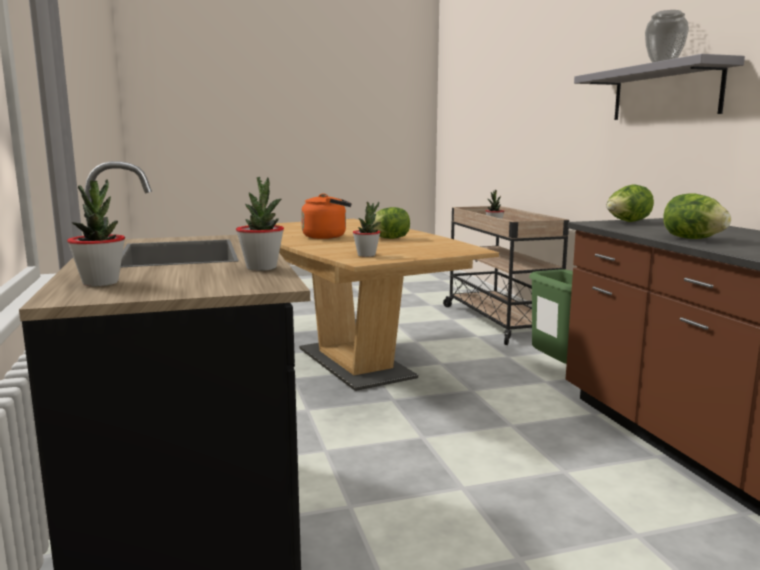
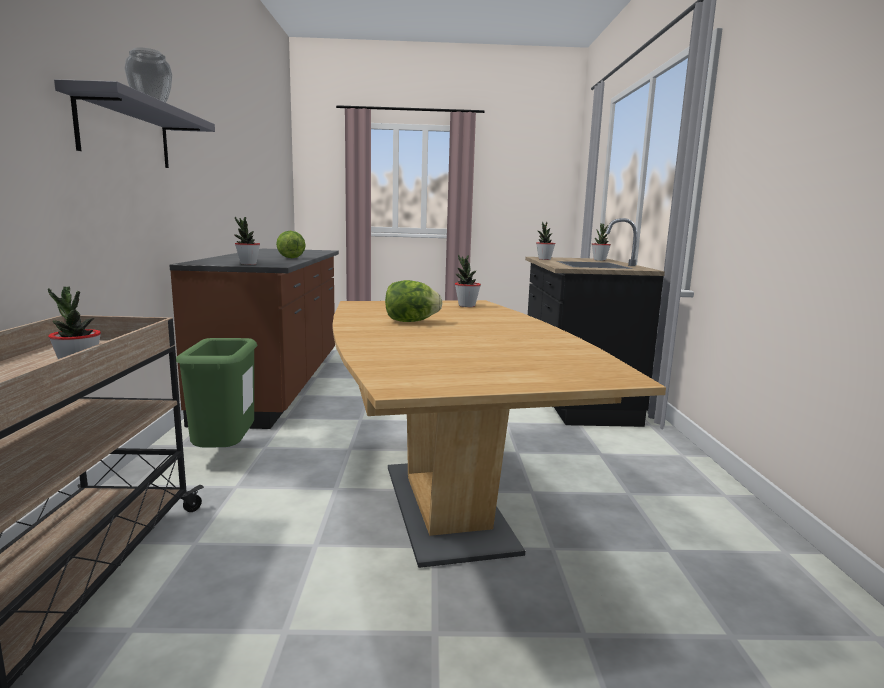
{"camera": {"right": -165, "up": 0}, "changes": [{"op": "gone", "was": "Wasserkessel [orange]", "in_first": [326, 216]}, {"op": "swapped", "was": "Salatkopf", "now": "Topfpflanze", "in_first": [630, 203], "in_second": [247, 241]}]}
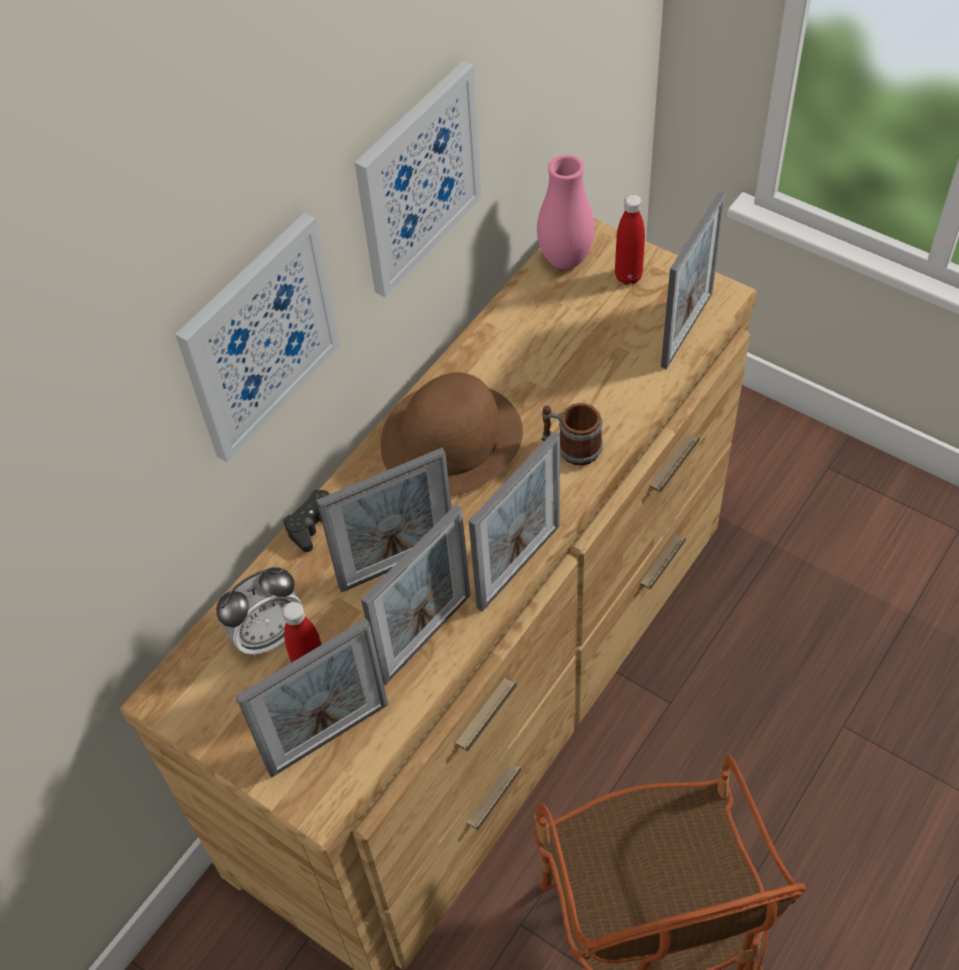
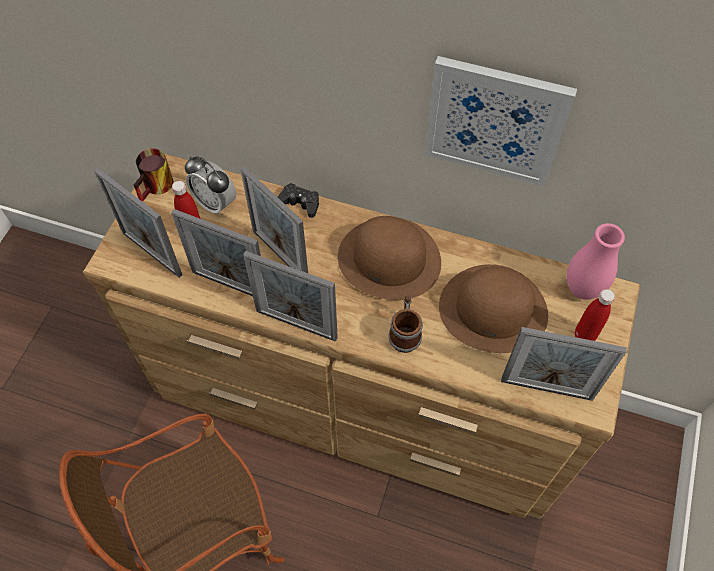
{"camera": {"right": 70, "up": 5}, "changes": [{"op": "gone", "was": "Bild", "in_first": [258, 338]}, {"op": "new", "now": "Henkelbecher", "in_second": [153, 175]}, {"op": "new", "now": "Hut [braun]", "in_second": [493, 308]}]}
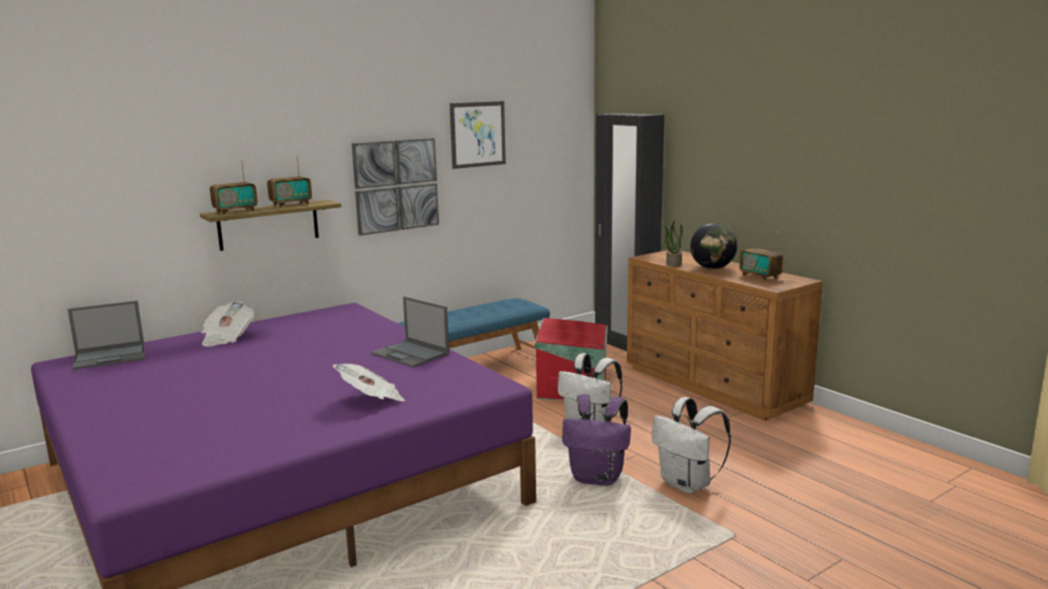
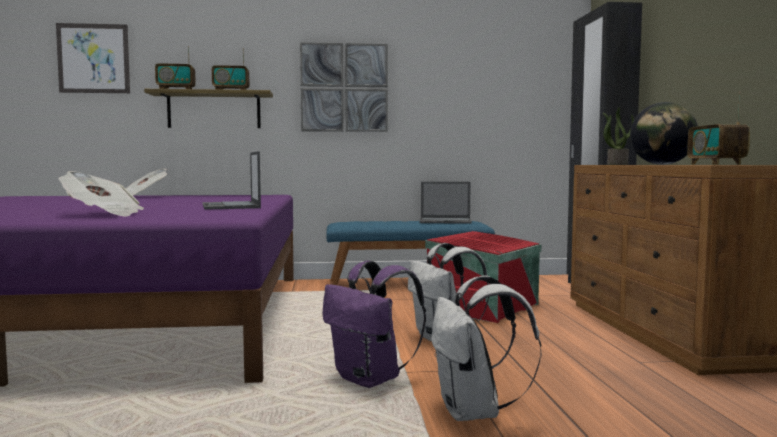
{"camera": {"right": 30, "up": -10}, "changes": [{"op": "shifted", "was": "Laptop", "in_first": [106, 335], "in_second": [446, 203]}, {"op": "shifted", "was": "Bild", "in_first": [478, 135], "in_second": [93, 58]}]}
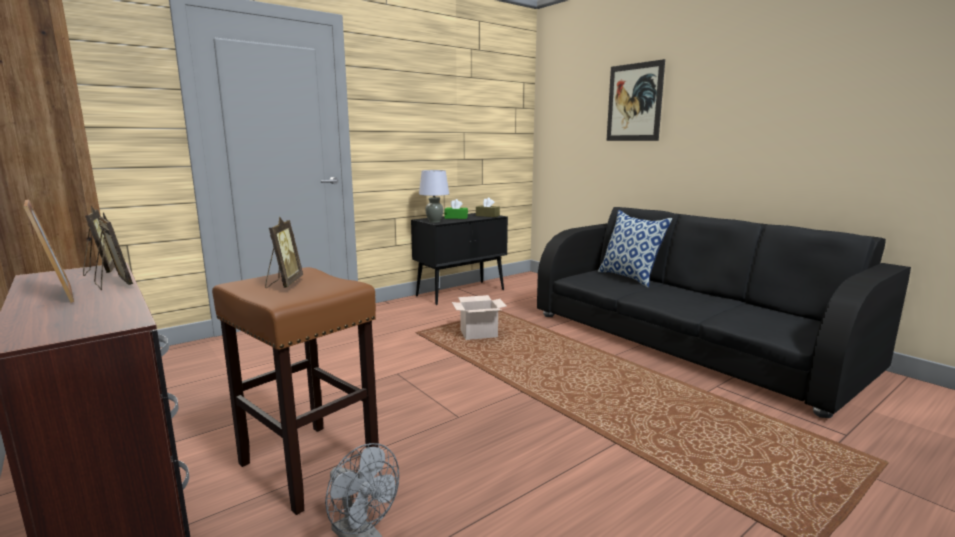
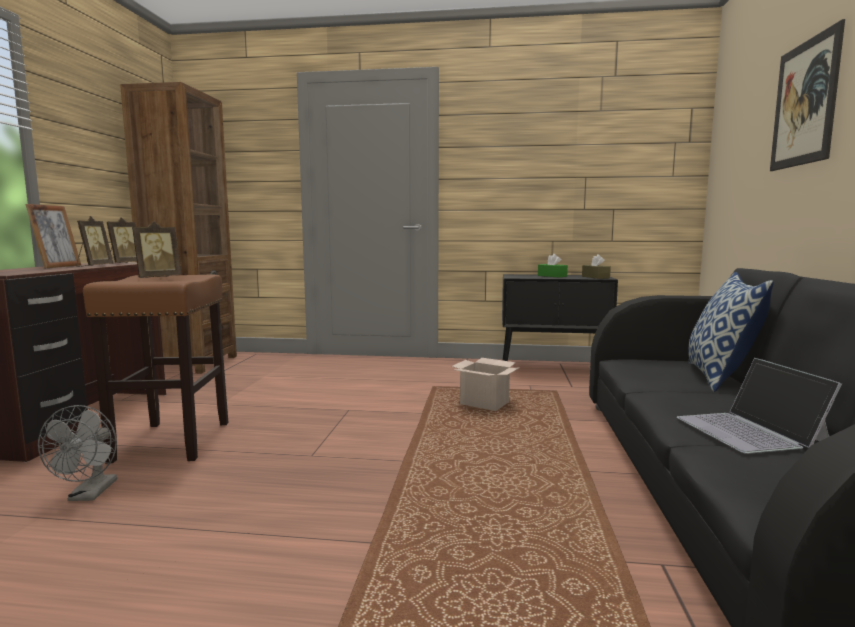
{"camera": {"right": 45, "up": -5}, "changes": [{"op": "gone", "was": "Tischlampe [grau]", "in_first": [434, 196]}, {"op": "new", "now": "Laptop", "in_second": [759, 406]}]}
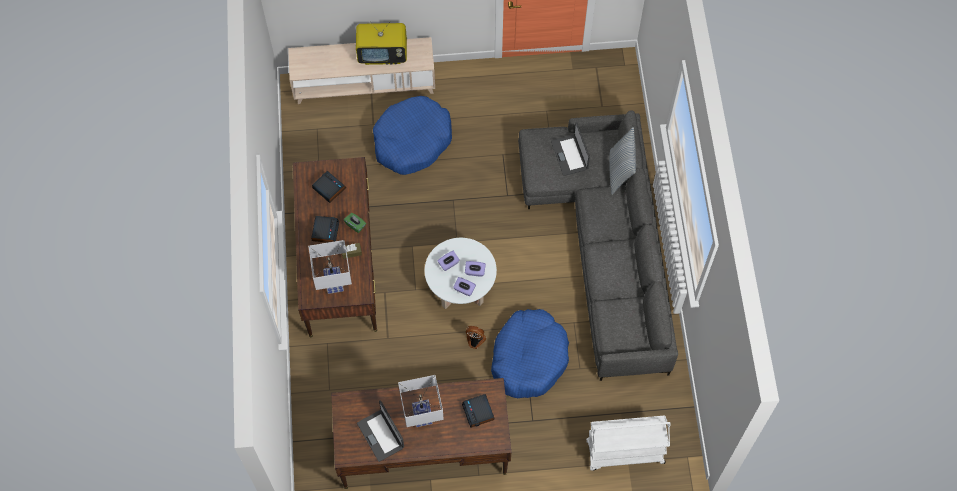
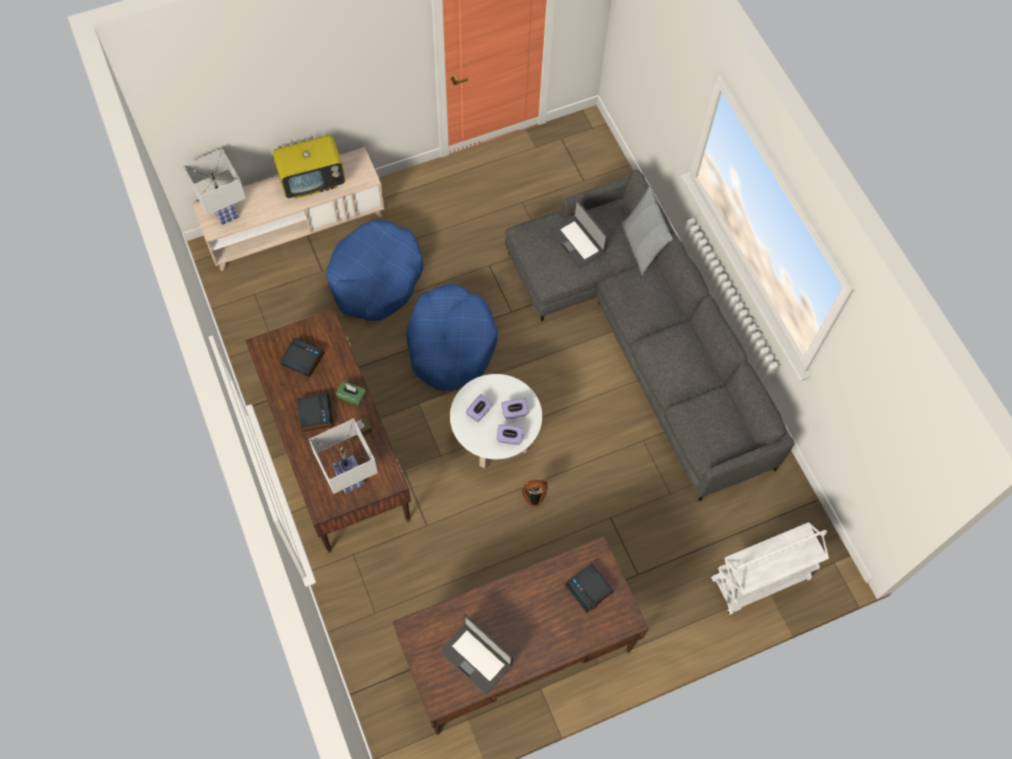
{"camera": {"right": -20, "up": 0}, "changes": [{"op": "shifted", "was": "Tischlampe [weiß]", "in_first": [421, 401], "in_second": [214, 187]}, {"op": "shifted", "was": "Hundebett [blau]", "in_first": [530, 353], "in_second": [452, 337]}]}
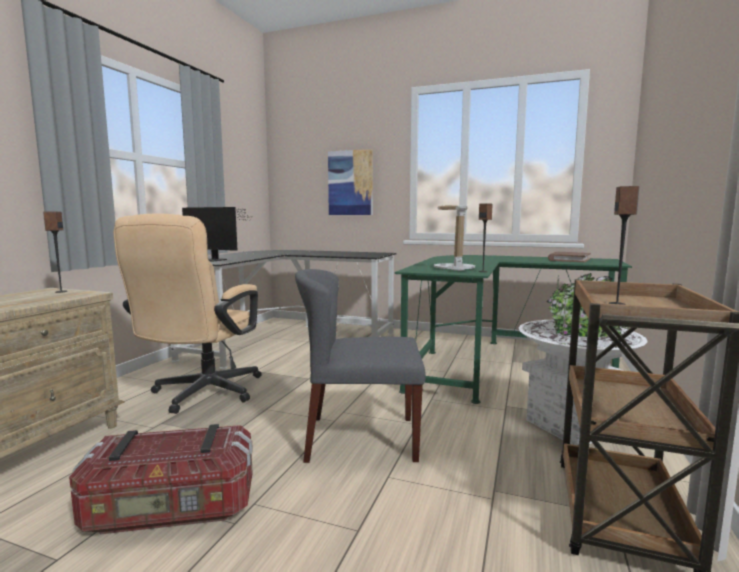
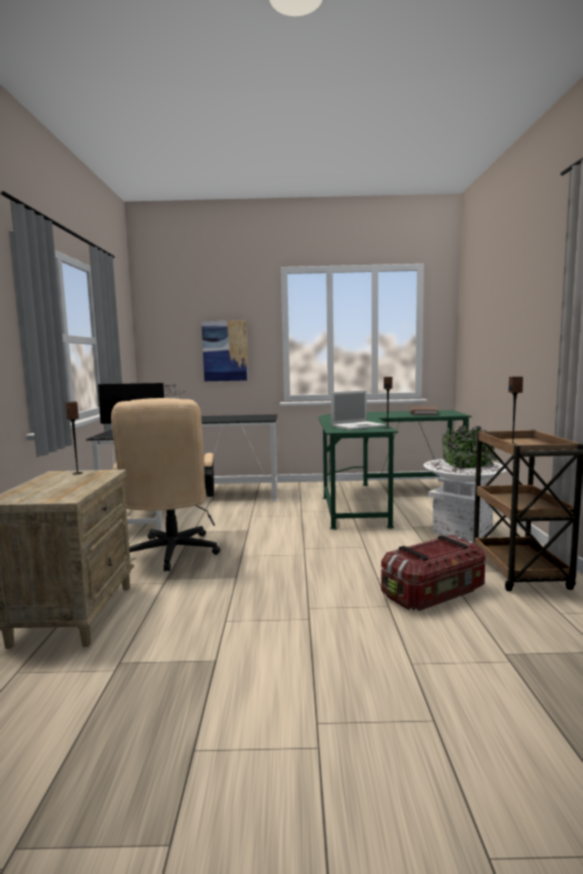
{"camera": {"right": -20, "up": 0}, "changes": [{"op": "gone", "was": "Stuhl [grau]", "in_first": [360, 366]}, {"op": "shifted", "was": "Aufbewahrungsbox", "in_first": [161, 479], "in_second": [433, 573]}, {"op": "swapped", "was": "Tischlampe", "now": "Laptop", "in_first": [454, 238], "in_second": [358, 410]}]}
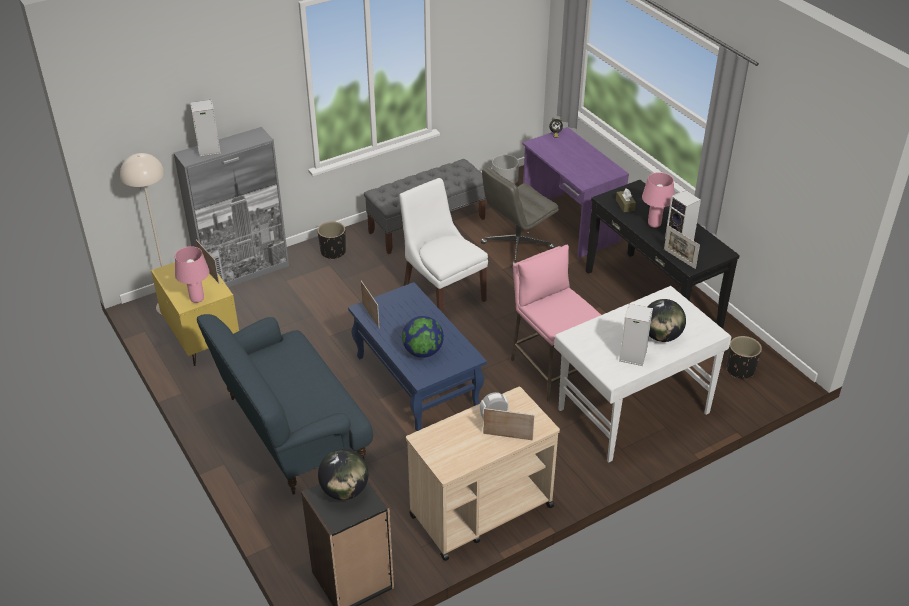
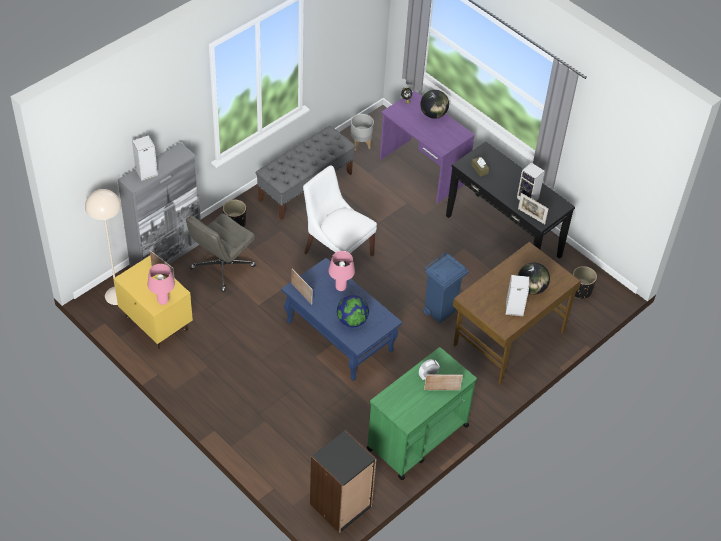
{"camera": {"right": -15, "up": 10}, "changes": [{"op": "gone", "was": "Sofa [blau]", "in_first": [285, 404]}, {"op": "shifted", "was": "Globus", "in_first": [343, 474], "in_second": [434, 104]}, {"op": "shifted", "was": "Bürostuhl [grau]", "in_first": [520, 216], "in_second": [221, 252]}, {"op": "shifted", "was": "Tischlampe [rosa]", "in_first": [658, 200], "in_second": [342, 271]}, {"op": "swapped", "was": "Hocker [rosa]", "now": "Mülleimer [blau]", "in_first": [556, 323], "in_second": [446, 287]}, {"op": "repainted", "was": "Rollwagen [beige]", "now": "Rollwagen [grün]", "in_first": [483, 474], "in_second": [422, 413]}, {"op": "repainted", "was": "Schreibtisch [weiß]", "now": "Schreibtisch [braun]", "in_first": [642, 374], "in_second": [517, 313]}]}
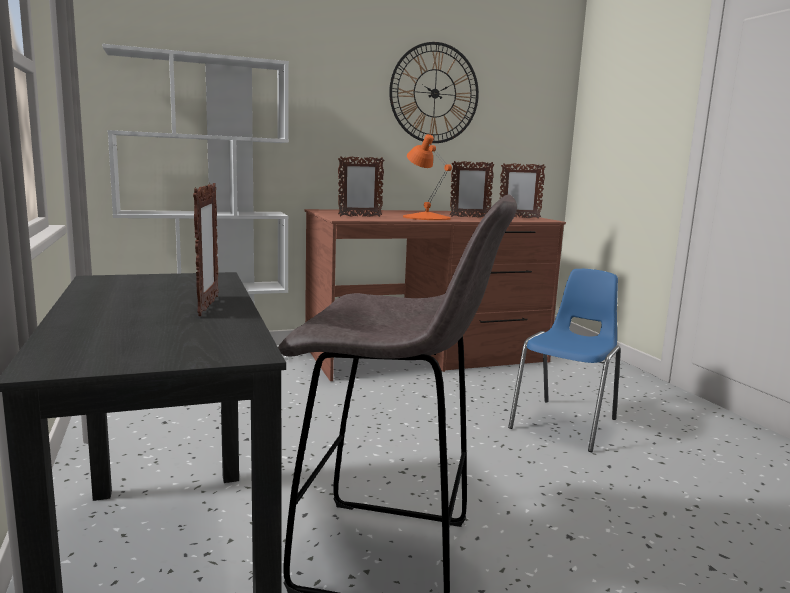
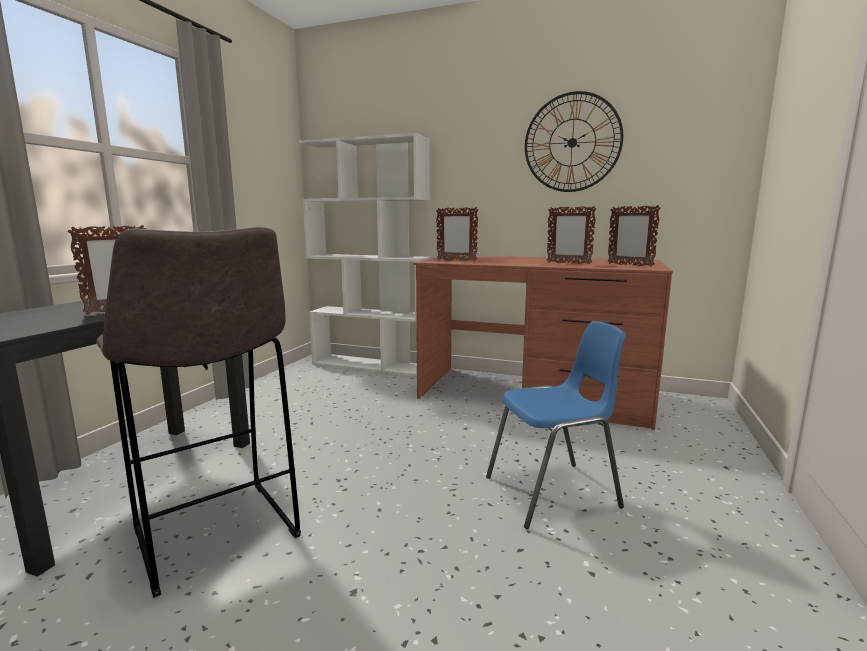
{"camera": {"right": 40, "up": 0}, "changes": [{"op": "gone", "was": "Tischlampe [orange]", "in_first": [427, 177]}]}
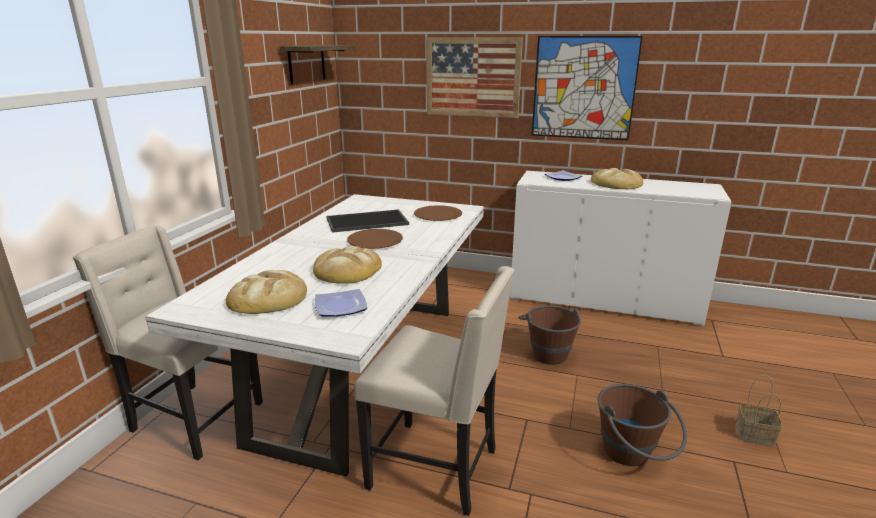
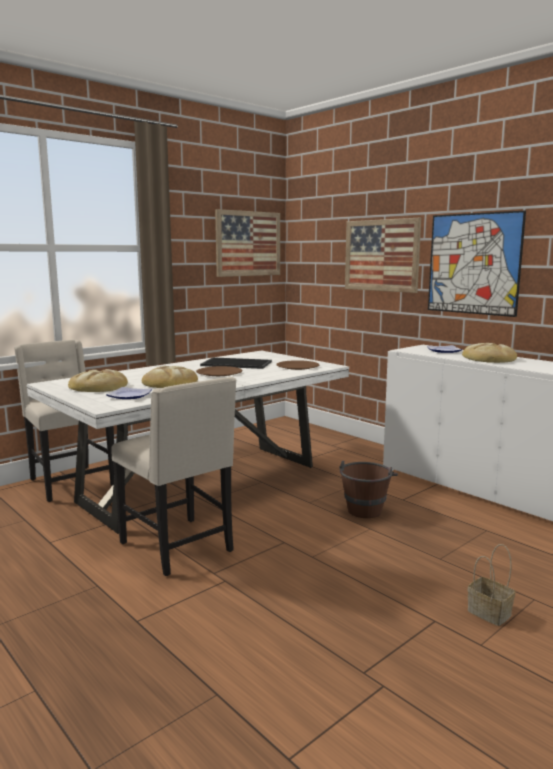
{"camera": {"right": 30, "up": -10}, "changes": [{"op": "gone", "was": "Eimer [braun]", "in_first": [642, 425]}, {"op": "swapped", "was": "Wandregal", "now": "Bild", "in_first": [317, 65], "in_second": [247, 243]}]}
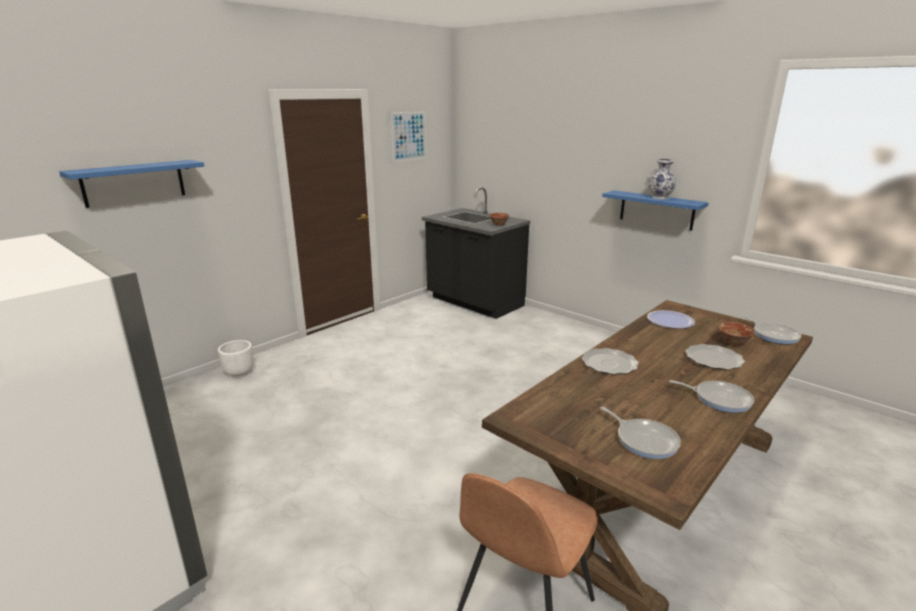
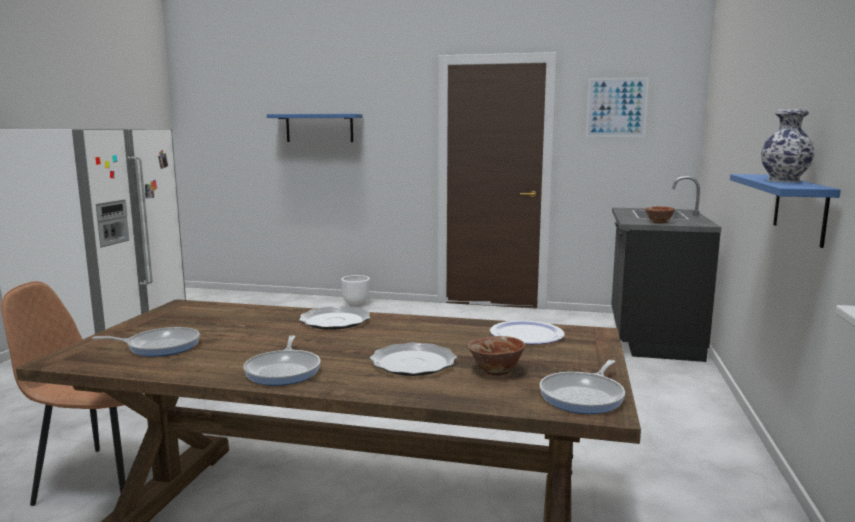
{"camera": {"right": 60, "up": -10}, "changes": [{"op": "rotated", "was": "Pfanne", "in_first": [641, 433], "in_second": [146, 341], "clockwise": -120}]}
